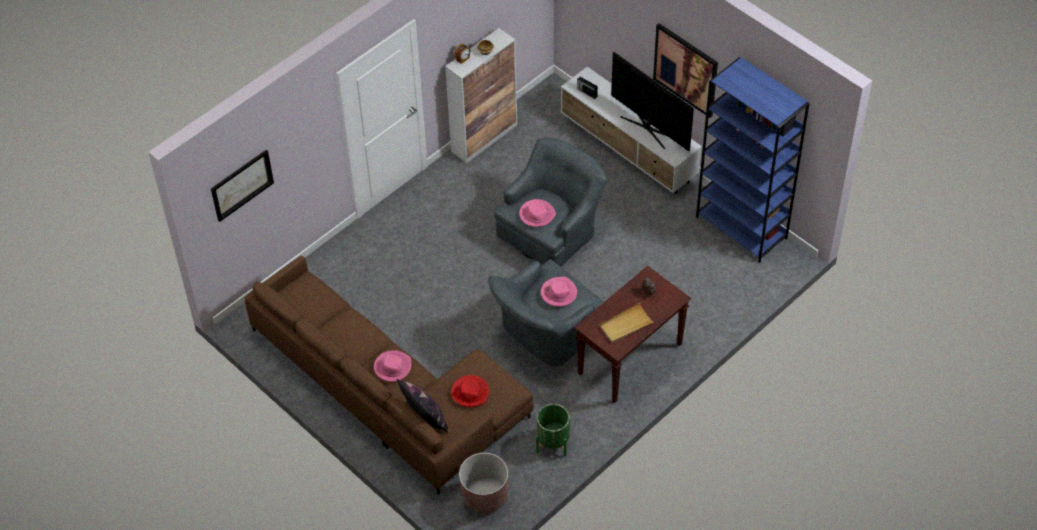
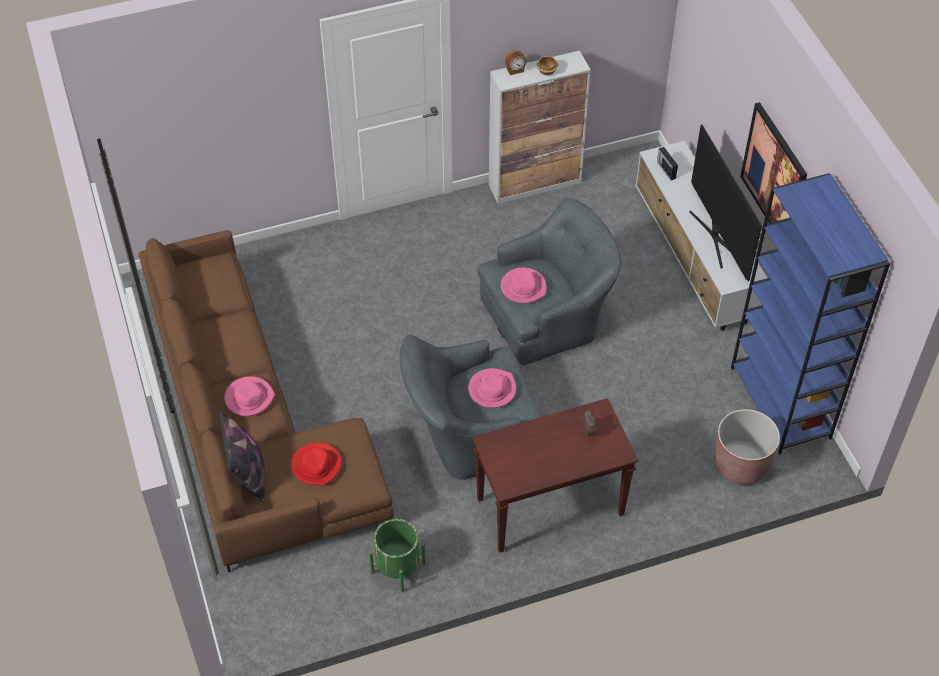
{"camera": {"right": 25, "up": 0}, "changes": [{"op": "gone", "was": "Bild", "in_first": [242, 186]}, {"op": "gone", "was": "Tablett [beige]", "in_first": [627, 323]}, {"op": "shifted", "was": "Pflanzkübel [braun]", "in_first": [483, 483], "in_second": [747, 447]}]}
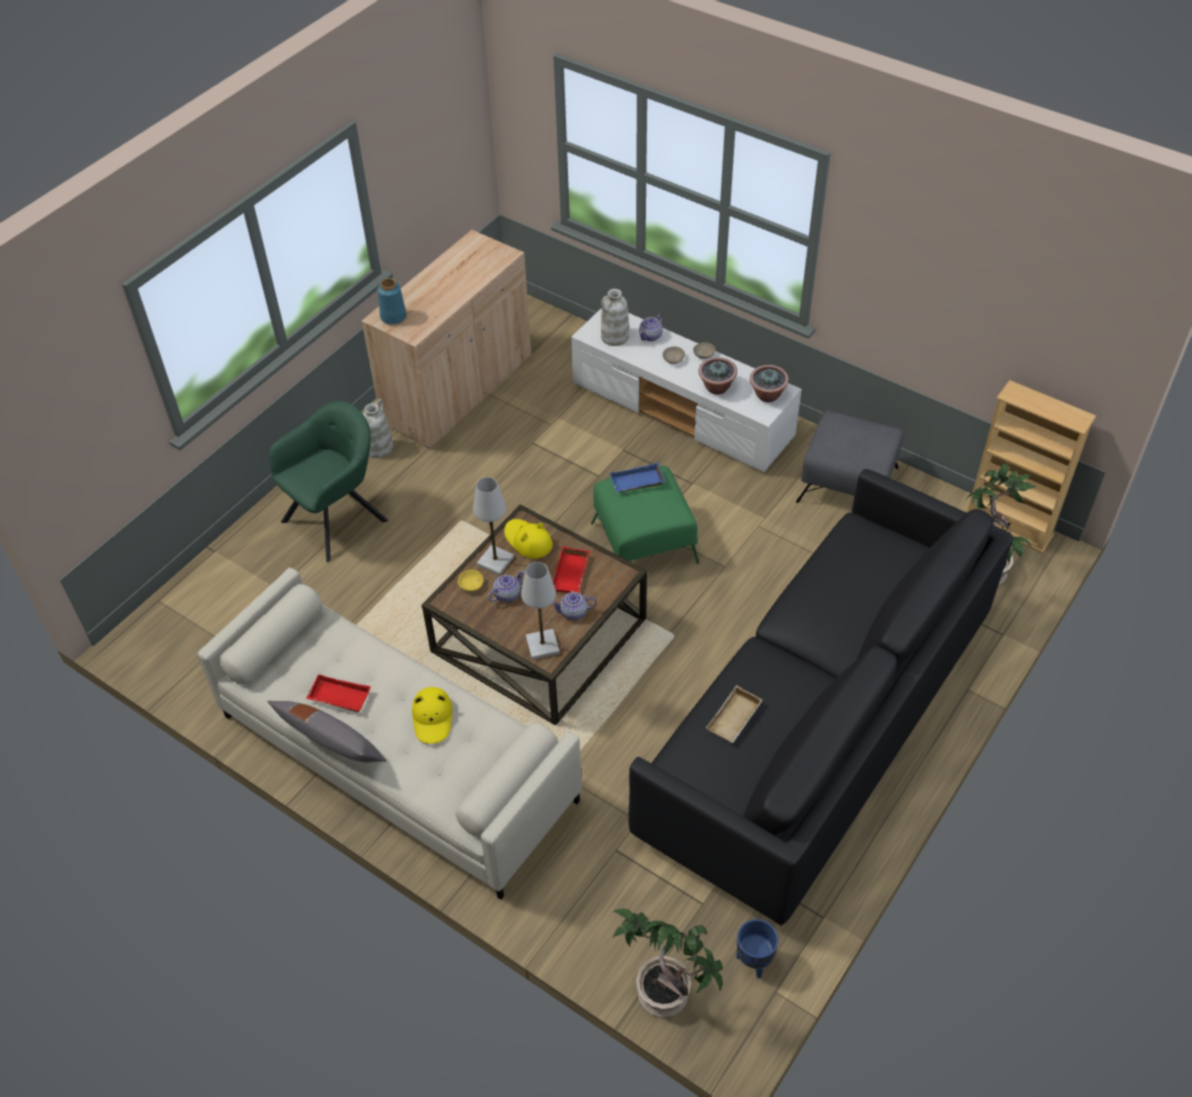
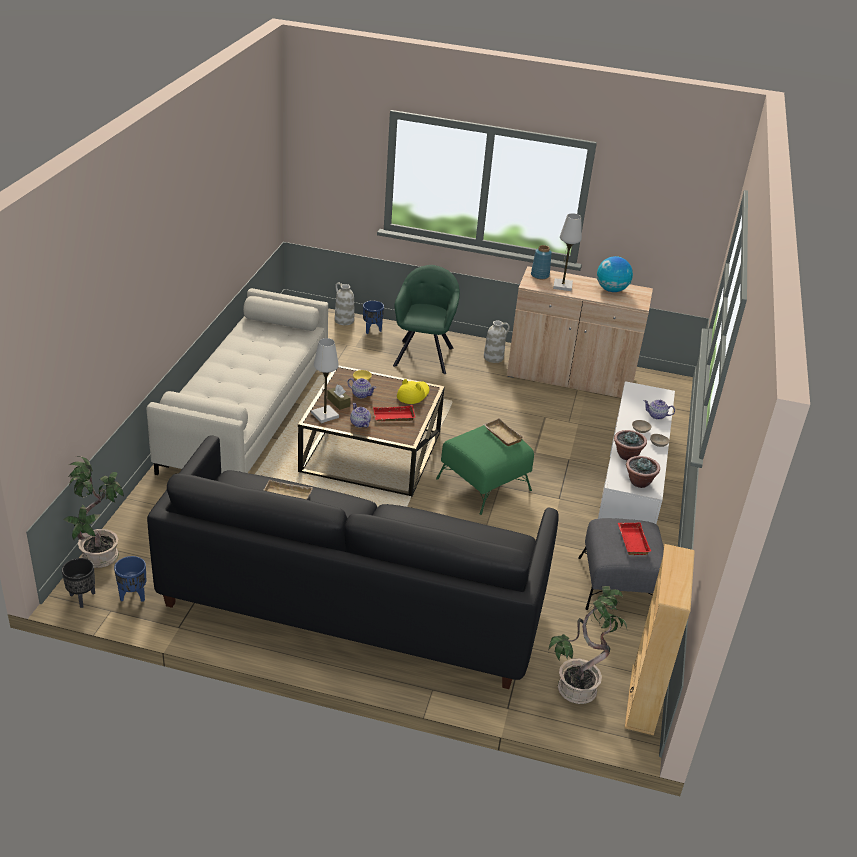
{"camera": {"right": 65, "up": -15}, "changes": [{"op": "gone", "was": "Kissen [grau]", "in_first": [326, 731]}, {"op": "gone", "was": "Hut [gelb]", "in_first": [432, 715]}, {"op": "new", "now": "Pflanzkübel [schwarz]", "in_second": [78, 583]}, {"op": "new", "now": "Taschentuchbox [braun]", "in_second": [339, 397]}, {"op": "new", "now": "Pflanzkübel [blau]", "in_second": [373, 317]}, {"op": "new", "now": "Globus", "in_second": [614, 274]}, {"op": "shifted", "was": "Tablett [rot]", "in_first": [338, 693], "in_second": [634, 539]}, {"op": "shifted", "was": "Tischlampe [weiß]", "in_first": [493, 526], "in_second": [567, 252]}, {"op": "shifted", "was": "Vase [weiß]", "in_first": [615, 317], "in_second": [344, 304]}, {"op": "repainted", "was": "Tablett [blau]", "now": "Tablett [beige]", "in_first": [637, 477], "in_second": [503, 432]}, {"op": "rotated", "was": "Sessel [grün]", "in_first": [328, 481], "in_second": [426, 319], "clockwise": -105}]}
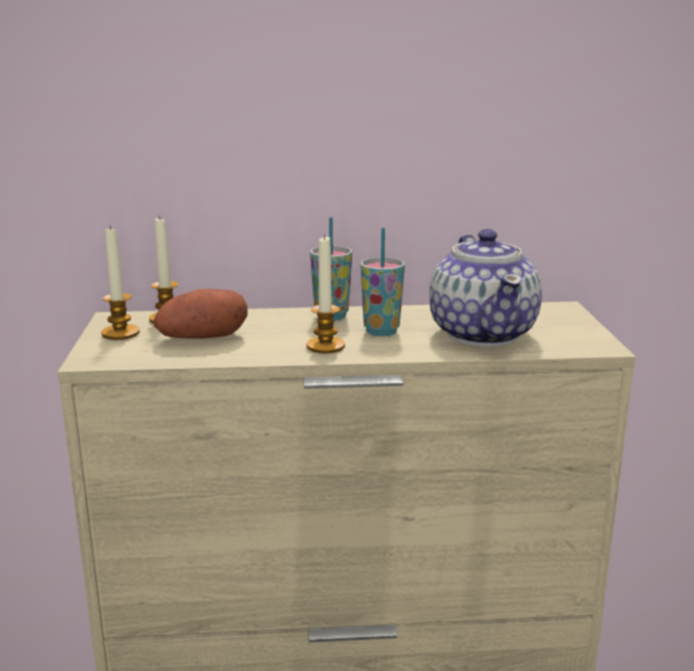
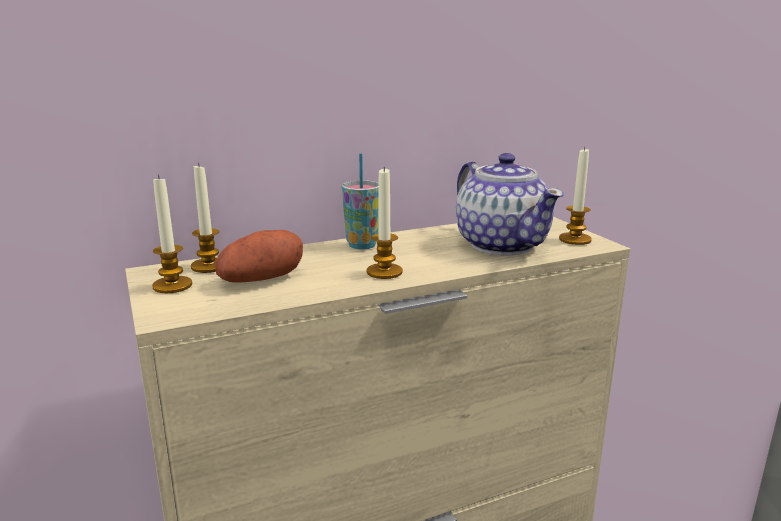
{"camera": {"right": -20, "up": 0}, "changes": [{"op": "gone", "was": "Tasse", "in_first": [383, 281]}, {"op": "new", "now": "Kerze", "in_second": [575, 196]}]}
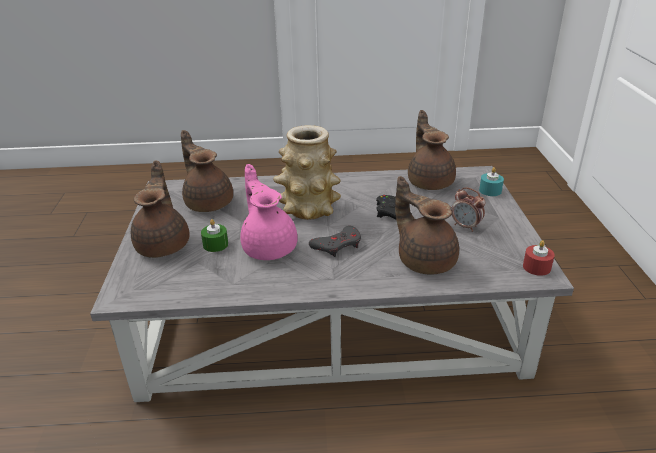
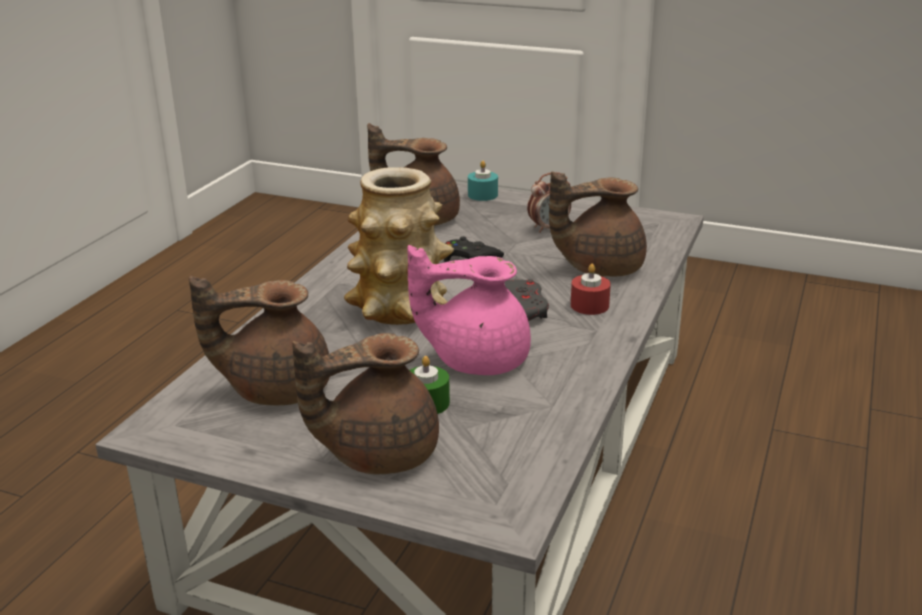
{"camera": {"right": -65, "up": -5}, "changes": [{"op": "shifted", "was": "Kerze [rot]", "in_first": [539, 258], "in_second": [591, 289]}, {"op": "rotated", "was": "Teekanne [braun]", "in_first": [160, 209], "in_second": [365, 403], "clockwise": -45}]}
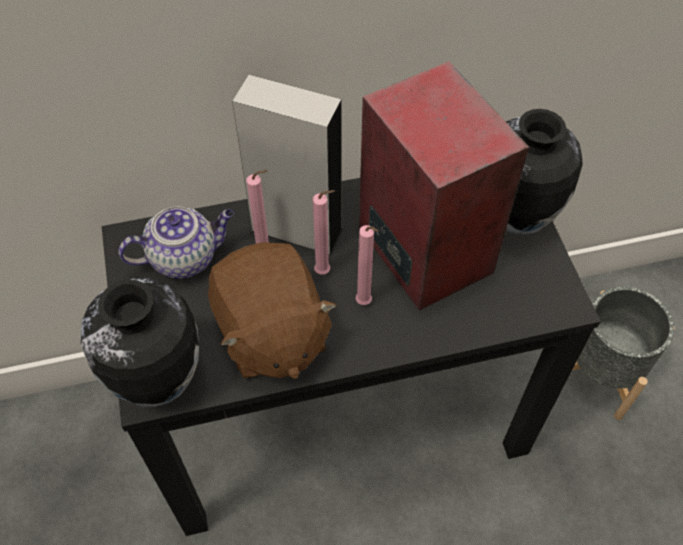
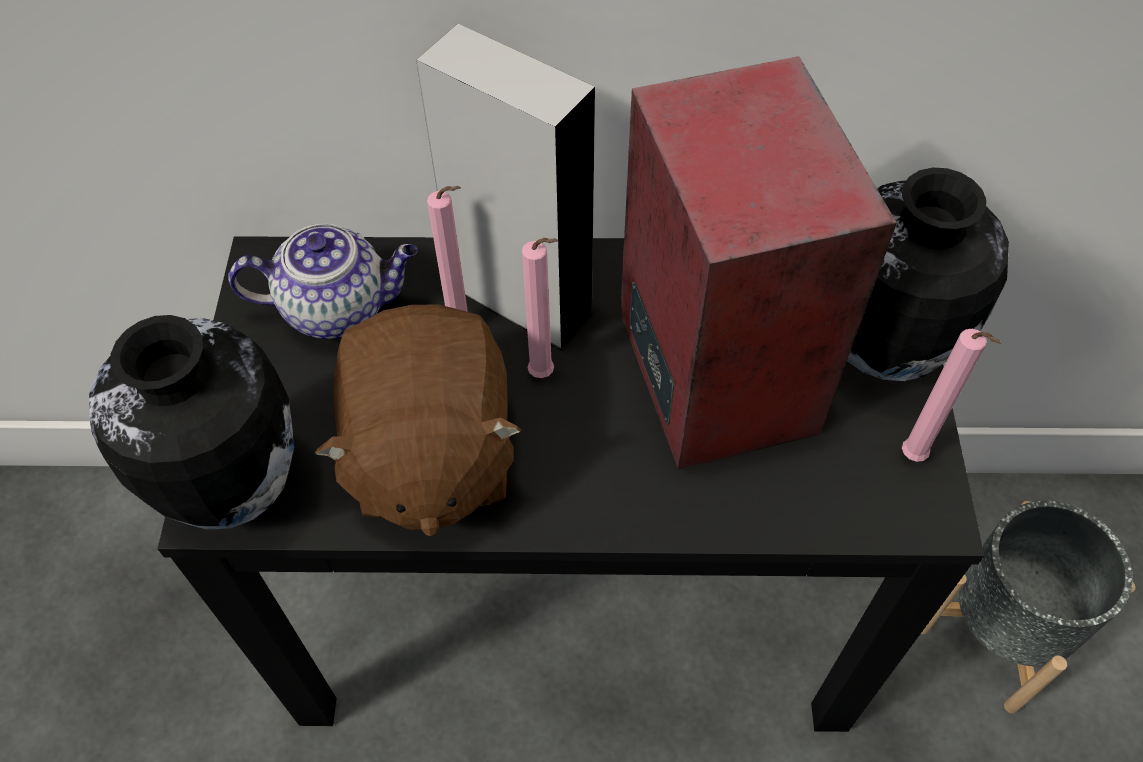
{"camera": {"right": 15, "up": 0}, "changes": [{"op": "shifted", "was": "Kerze [rosa]", "in_first": [367, 265], "in_second": [951, 395]}]}
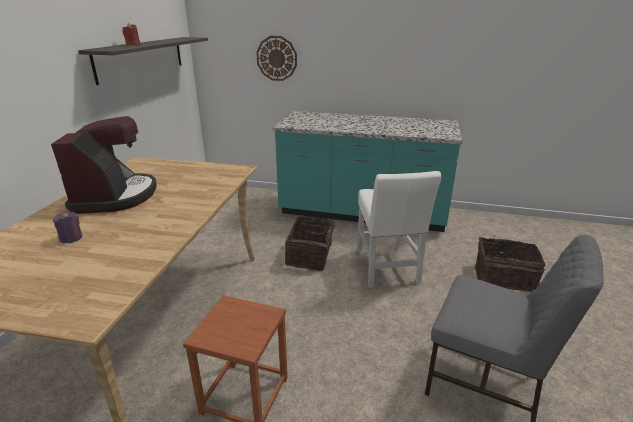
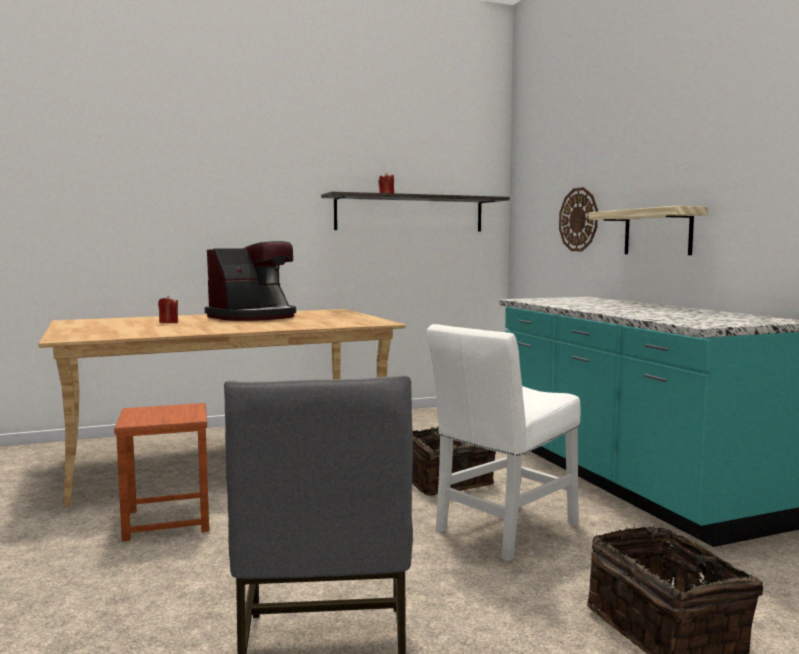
{"camera": {"right": 55, "up": -20}, "changes": [{"op": "new", "now": "Wandregal", "in_second": [648, 230]}, {"op": "repainted", "was": "Kerze [lila]", "now": "Kerze [rot]", "in_first": [68, 227], "in_second": [168, 309]}]}
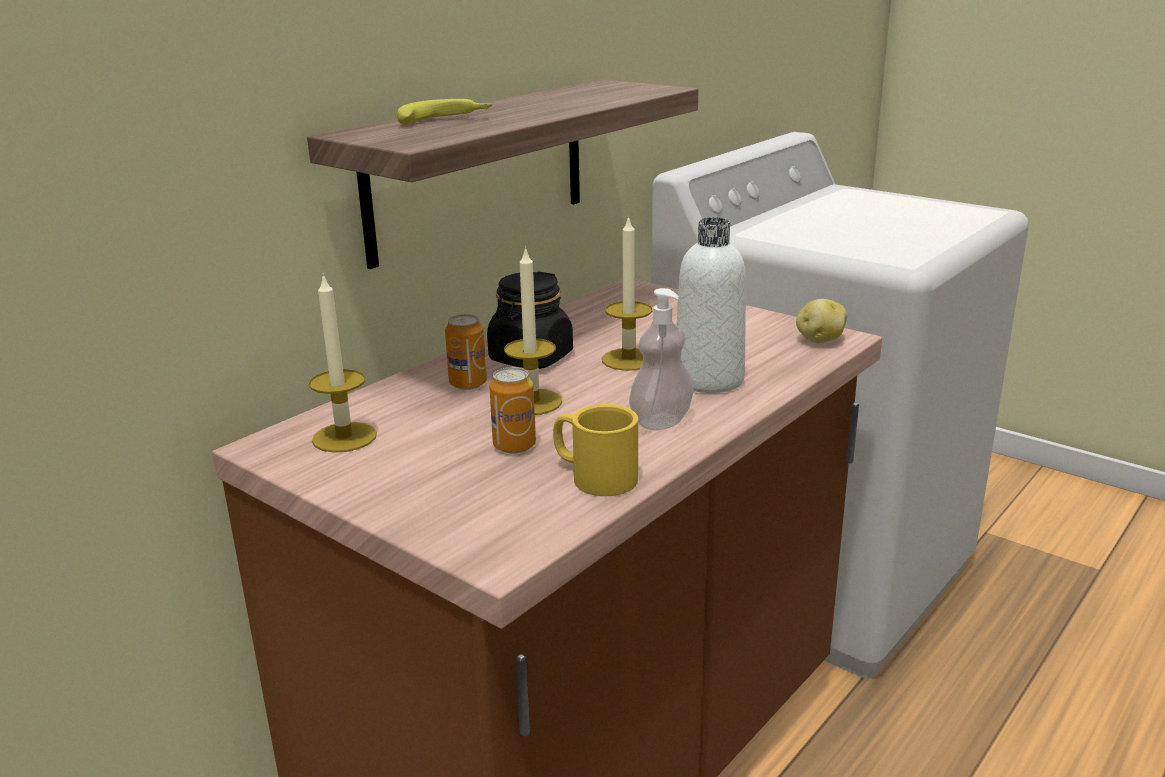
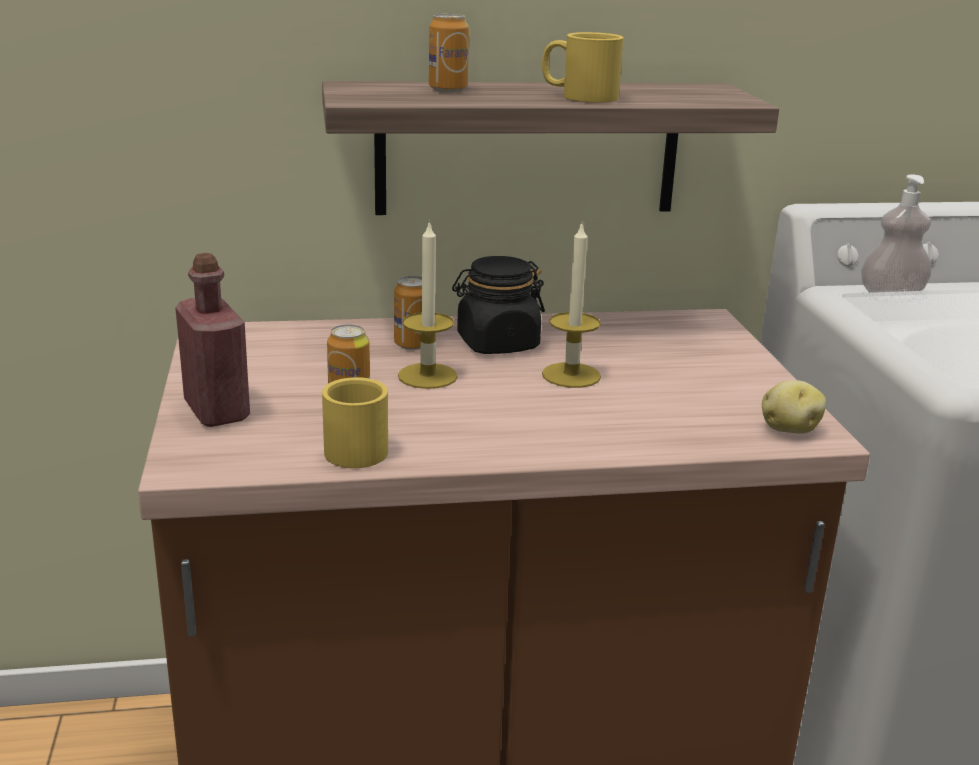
{"camera": {"right": 40, "up": 0}, "changes": [{"op": "gone", "was": "Kerze", "in_first": [343, 363]}, {"op": "gone", "was": "Flasche [weiß]", "in_first": [711, 305]}, {"op": "new", "now": "Flasche [rot]", "in_second": [212, 340]}, {"op": "new", "now": "Henkelbecher [gelb]", "in_second": [582, 67]}, {"op": "shifted", "was": "Seifenspender", "in_first": [661, 359], "in_second": [896, 237]}, {"op": "swapped", "was": "Banane", "now": "Dose", "in_first": [445, 112], "in_second": [449, 53]}]}
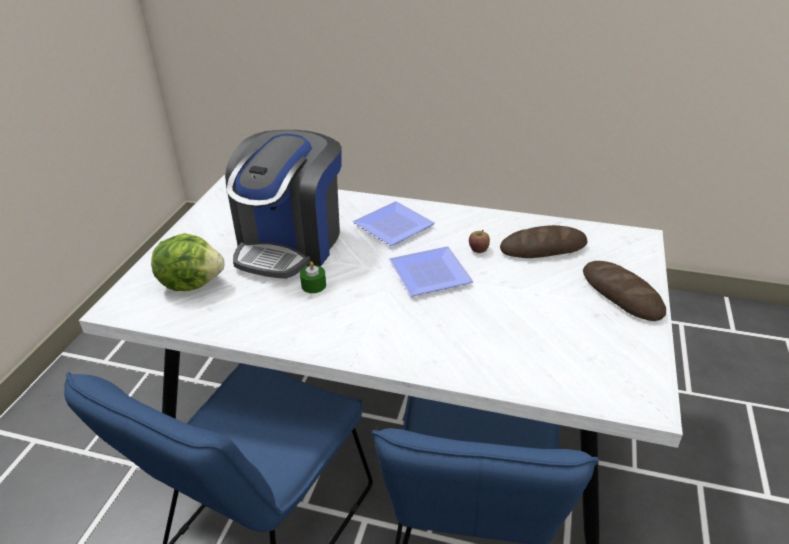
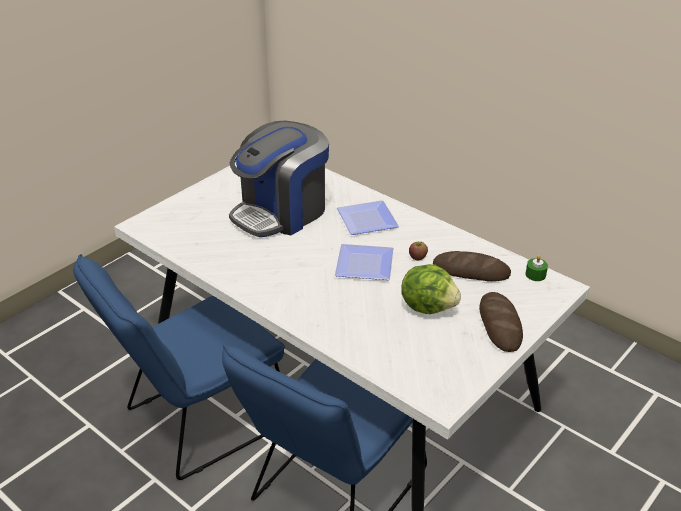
{"camera": {"right": 25, "up": 0}, "changes": [{"op": "shifted", "was": "Salatkopf", "in_first": [187, 262], "in_second": [431, 289]}, {"op": "shifted", "was": "Kerze [grün]", "in_first": [313, 277], "in_second": [537, 268]}]}
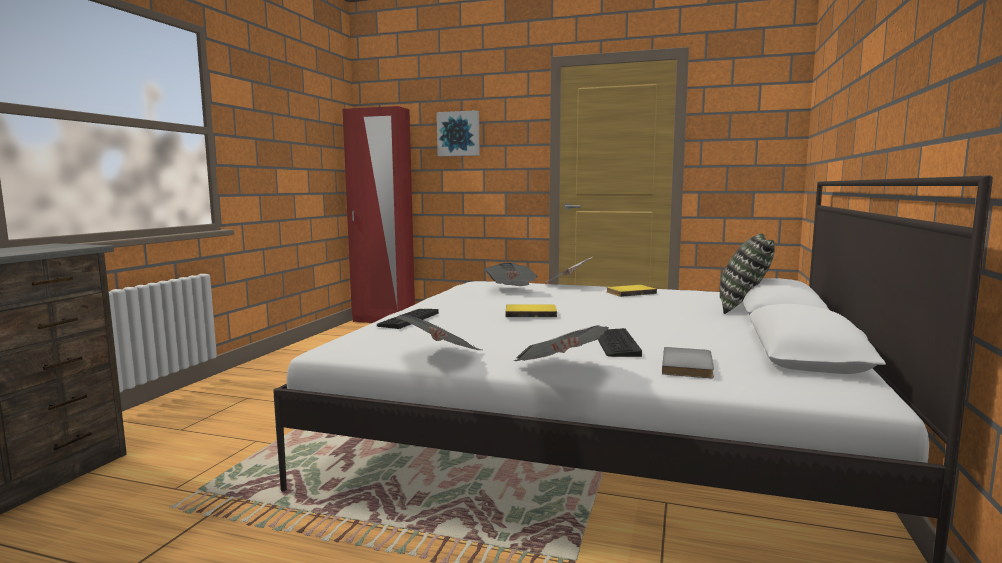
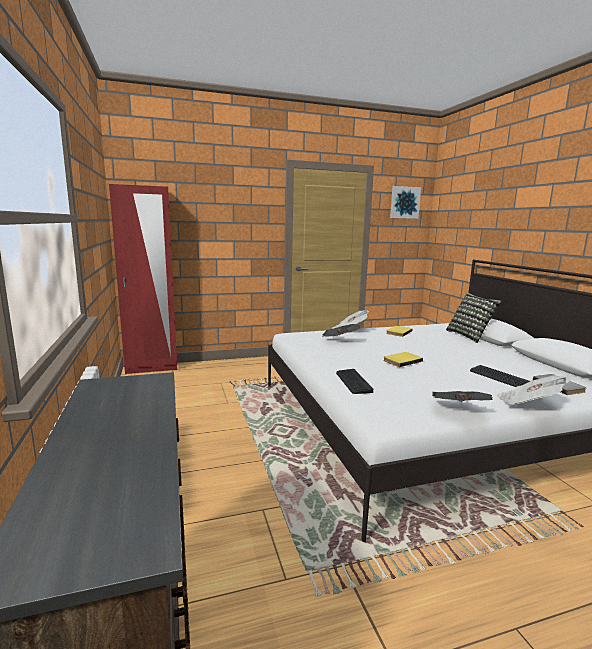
{"camera": {"right": -35, "up": 5}, "changes": [{"op": "shifted", "was": "Bild", "in_first": [458, 133], "in_second": [405, 202]}]}
